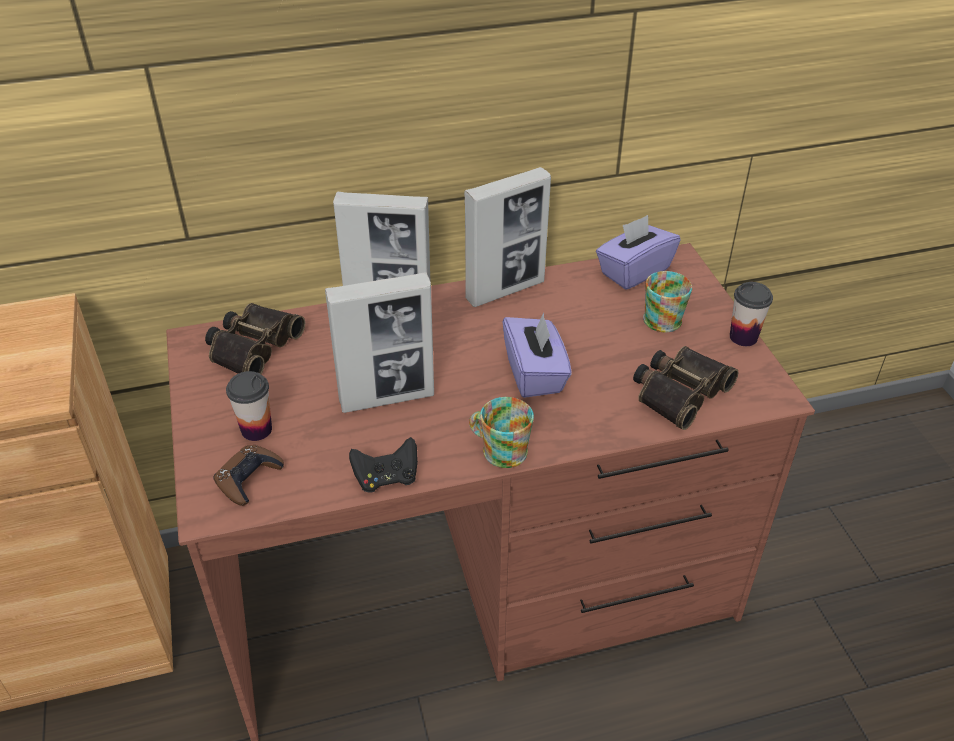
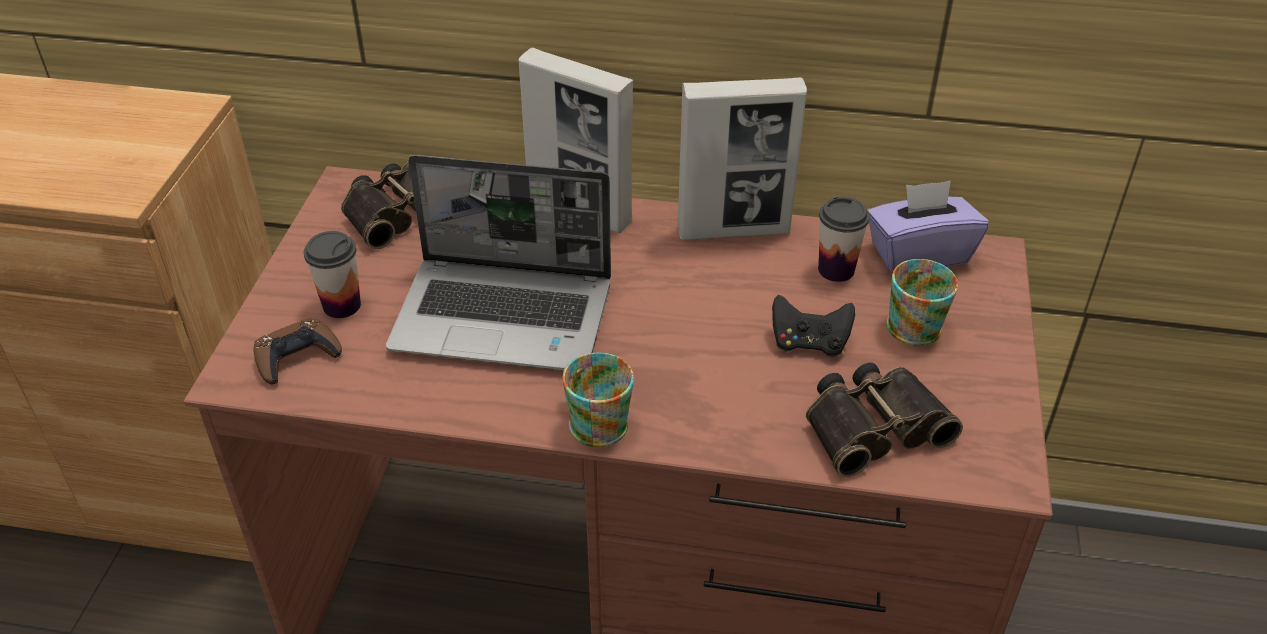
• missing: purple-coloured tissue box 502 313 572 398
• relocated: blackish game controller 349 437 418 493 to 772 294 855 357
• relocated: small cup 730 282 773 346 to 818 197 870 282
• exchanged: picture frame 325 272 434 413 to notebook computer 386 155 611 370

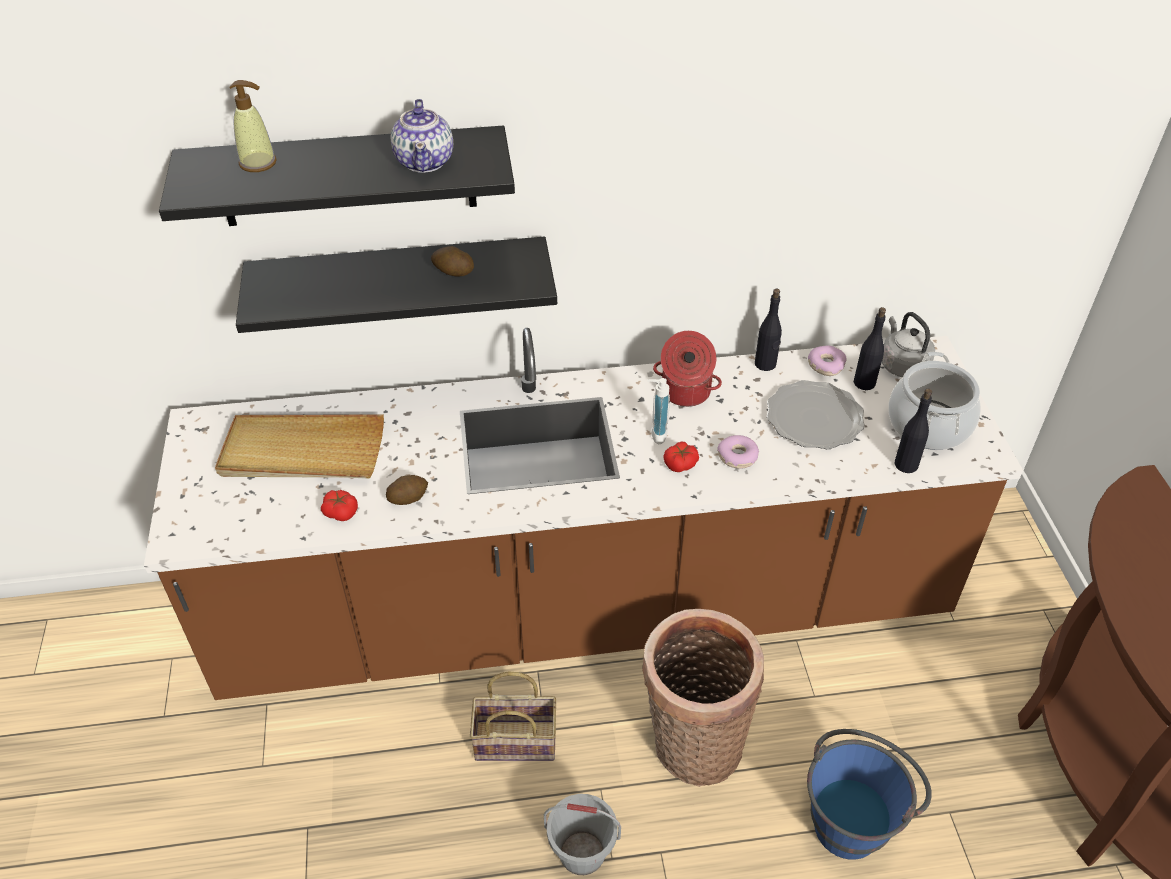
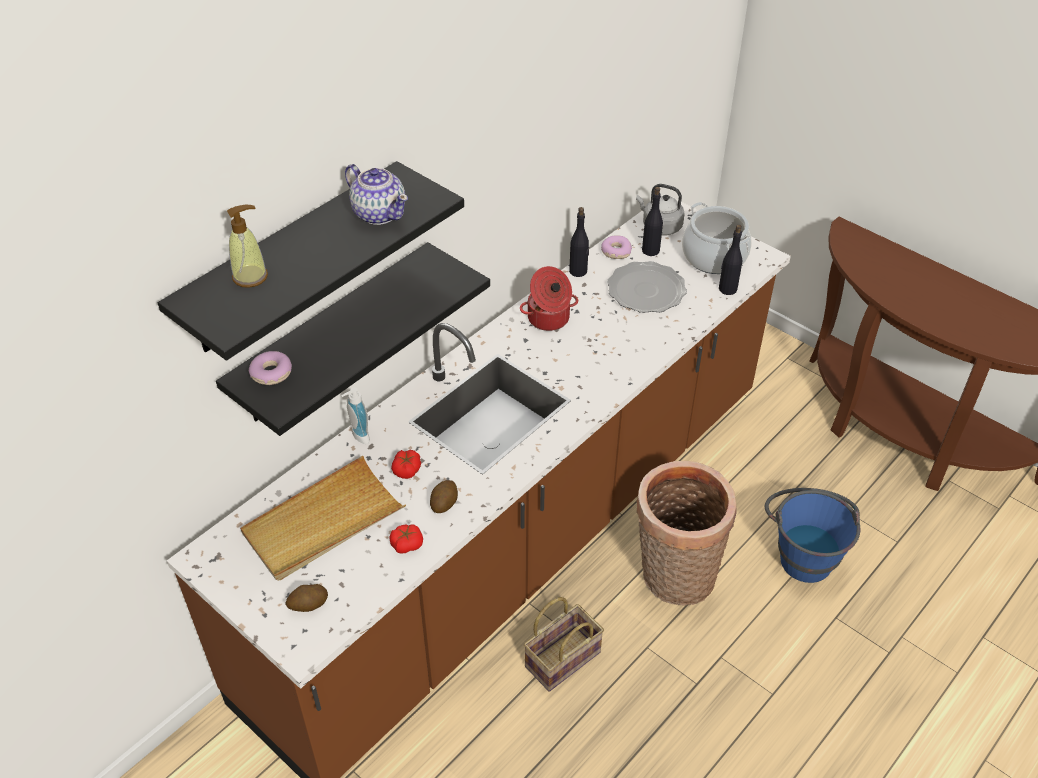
• missing: gray water bucket 544 794 621 875
• relocated: potato 431 246 474 277 to 285 584 328 612
• relocated: soap dispenser 647 378 670 444 to 341 387 370 444
• relocated: tomato 663 442 699 472 to 391 450 421 479
• relocated: ring doughnut 717 435 759 469 to 249 351 292 385

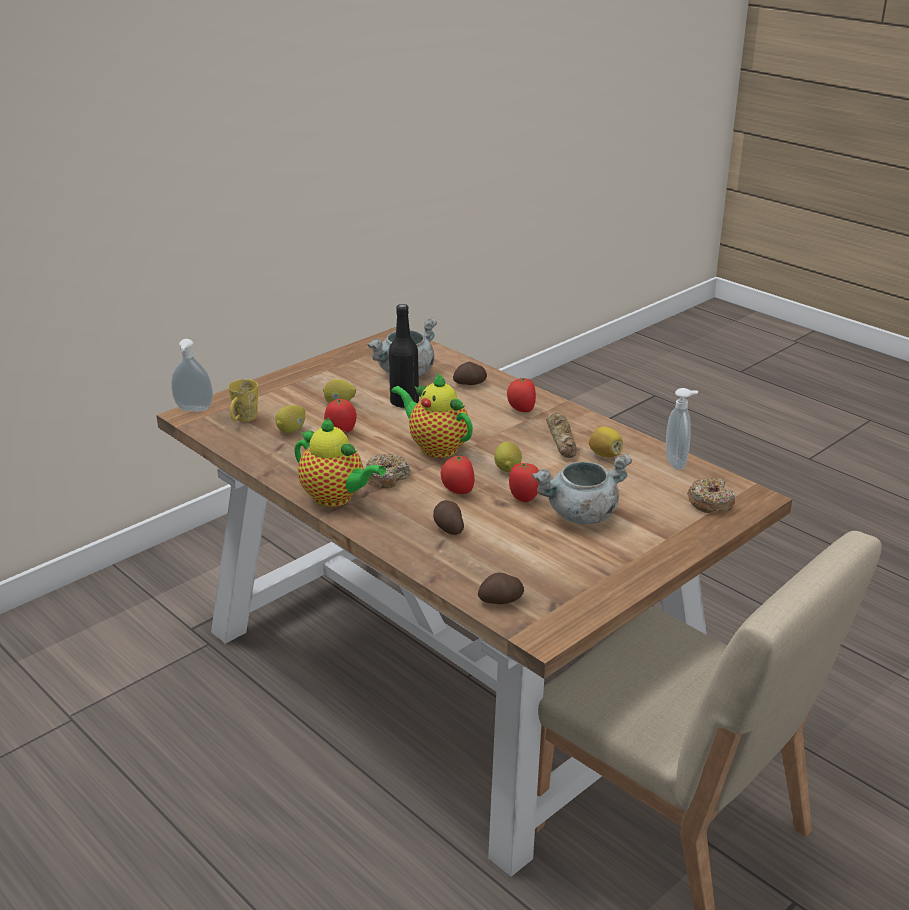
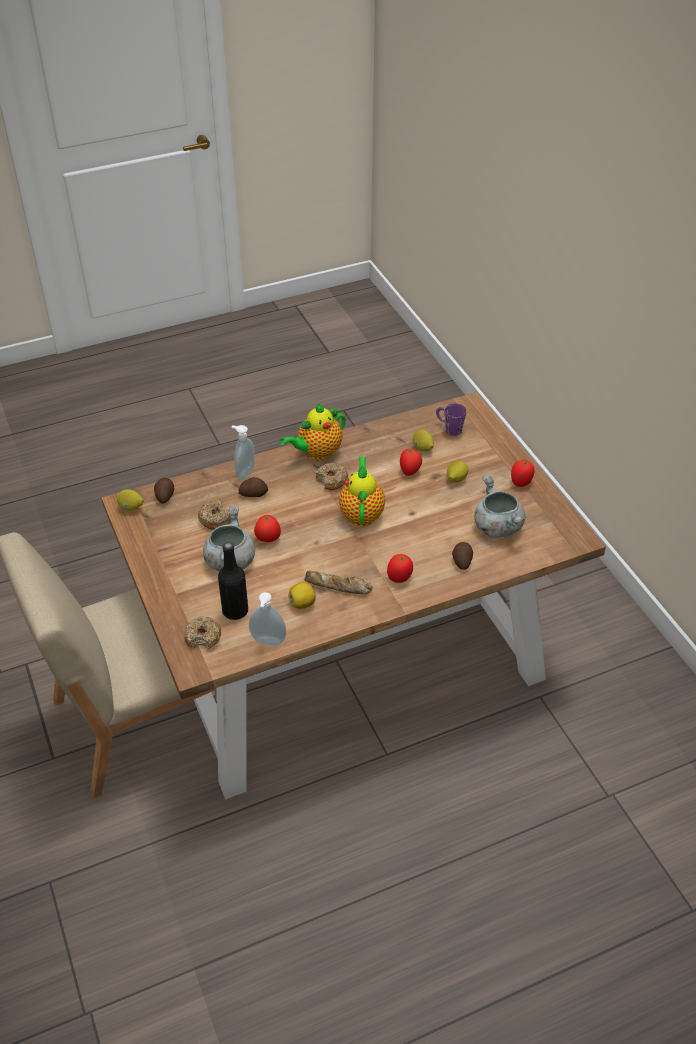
• appeared: ring doughnut 198 500 231 530
• relocated: soap dispenser 171 339 213 412 to 232 425 255 480
• relocated: blackish drink bottle 389 304 419 408 to 218 542 248 620
• relocated: tomato 441 455 474 494 to 511 460 534 487
• relocated: citrus fruit 494 442 522 472 to 117 489 144 511
• colour: yellow coffee mug 228 379 258 422 to purple-coloured coffee mug 436 403 467 436
• spun: pot for tea 391 373 473 458 = 339 457 385 526 60 degrees counterclockwise

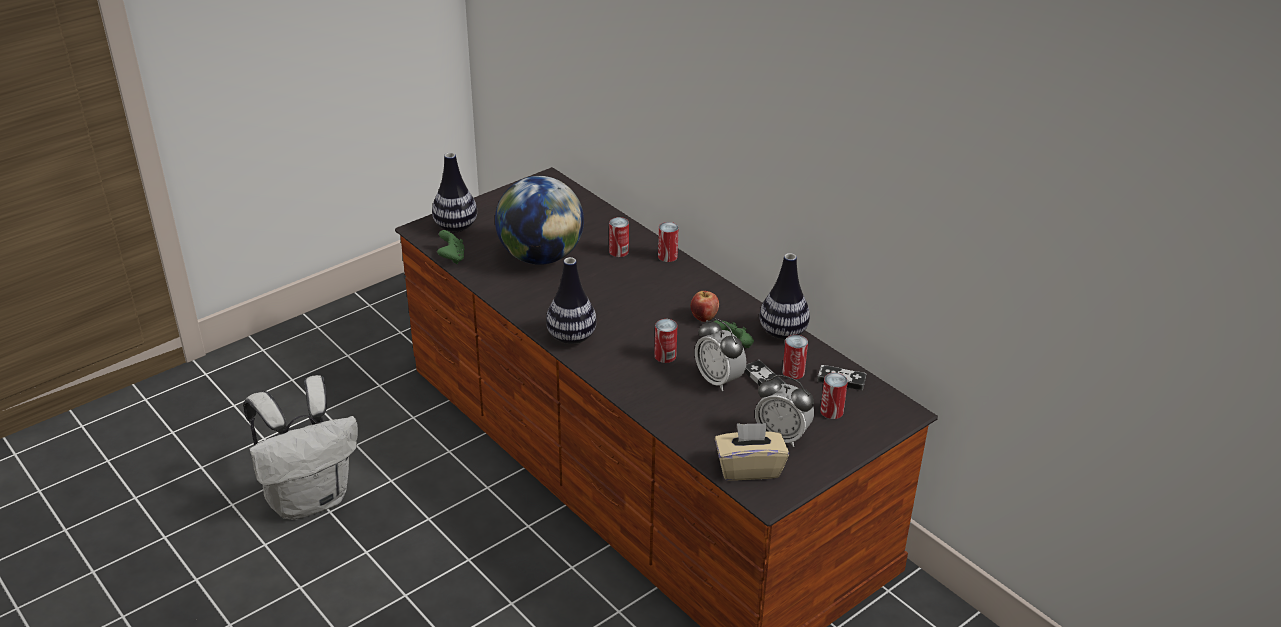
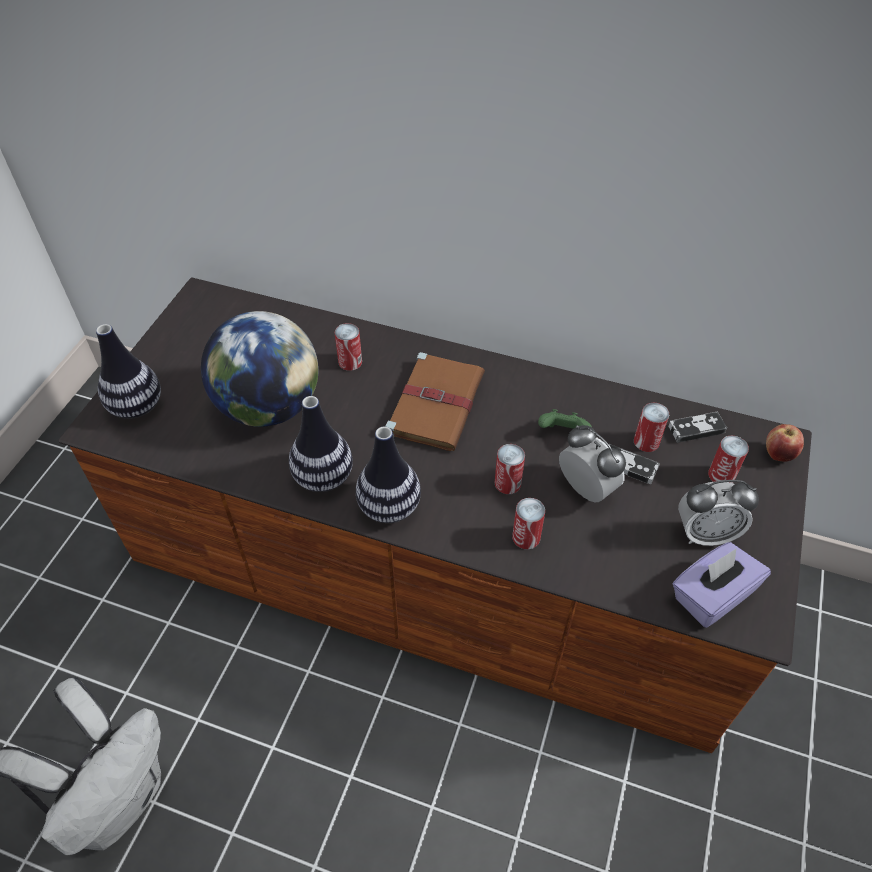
• missing: greenish game controller 437 230 465 264
• appeared: brownish volume 385 352 485 451
• relocated: metal can 658 222 679 262 to 512 498 545 549
• relocated: apple 691 291 719 322 to 766 424 804 462
• relocated: vase 759 253 810 339 to 289 396 353 492
• colour: beige tissue box 715 423 789 481 to purple-coloured tissue box 672 542 771 628
• spun: bedside clock 695 318 746 391 = 559 425 626 502 150 degrees counterclockwise

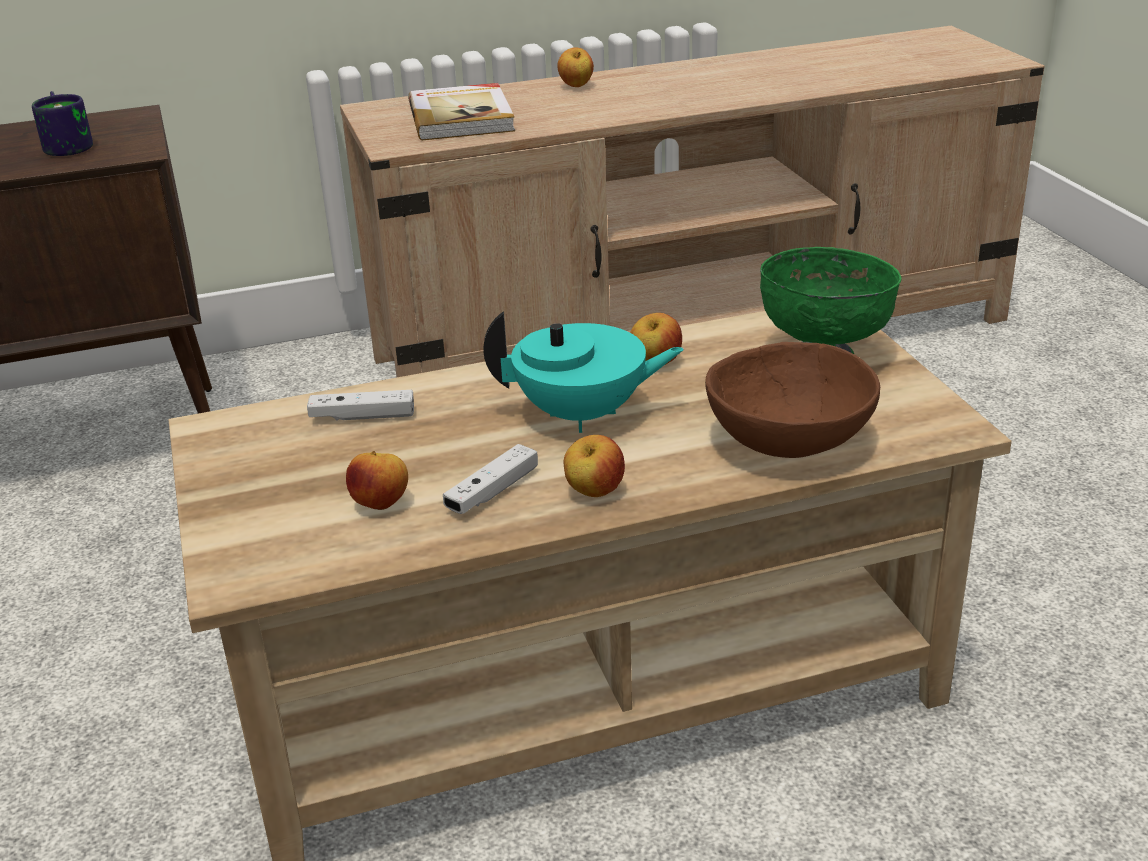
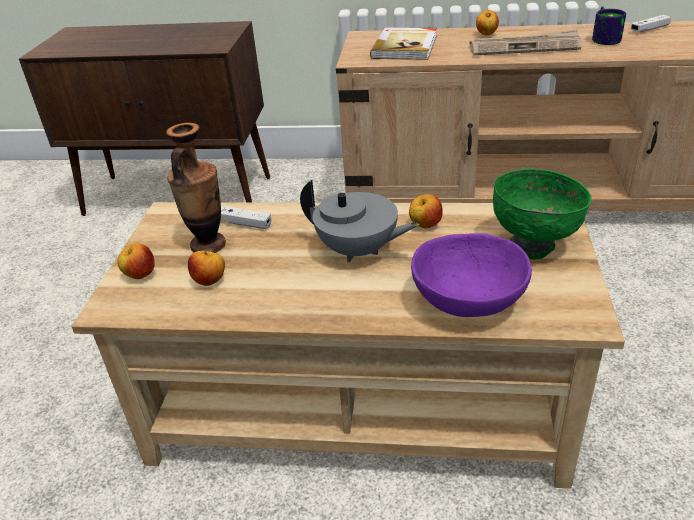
• appeared: vase 166 123 226 253
• appeared: daily paper 470 29 582 56
• relocated: coffee mug 32 91 93 156 to 592 6 626 45
• relocated: white game controller 443 444 538 514 to 631 15 671 32
• relocated: apple 564 435 625 497 to 117 243 155 279
• colour: turquoise-coloured pot for tea 483 311 684 433 to gray pot for tea 300 180 419 263
• colour: brownish bowl 705 342 880 458 to purple-coloured bowl 411 233 532 317

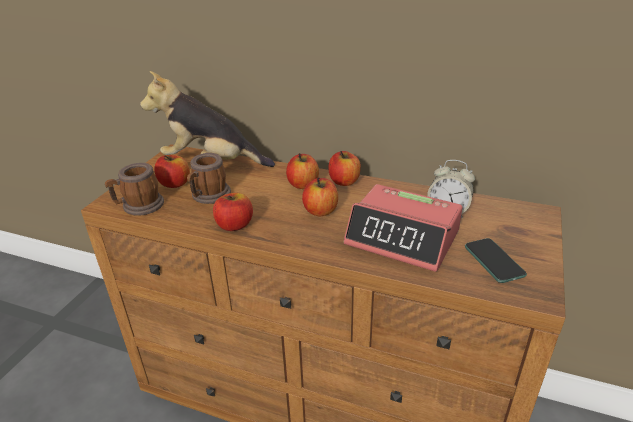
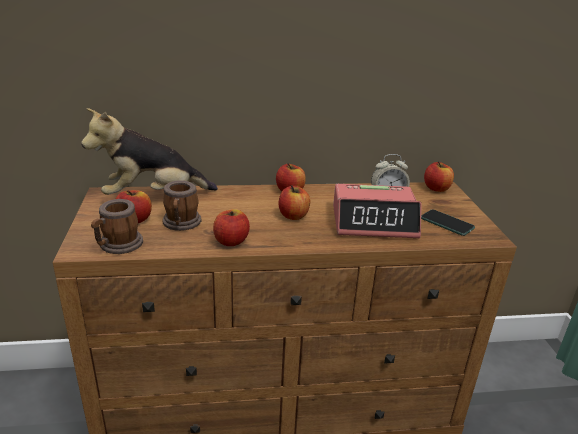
• relocated: apple 286 153 319 189 to 424 161 454 192

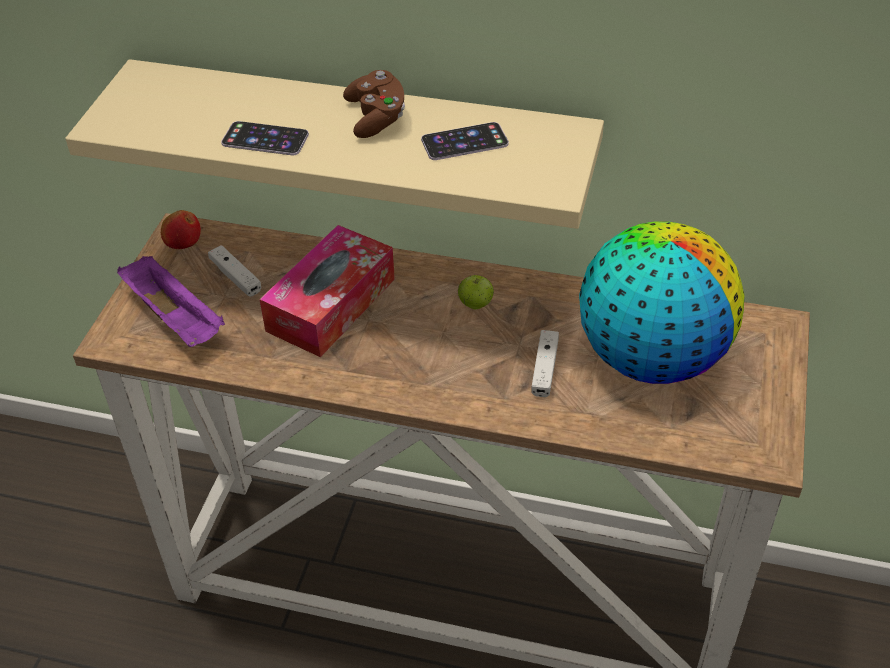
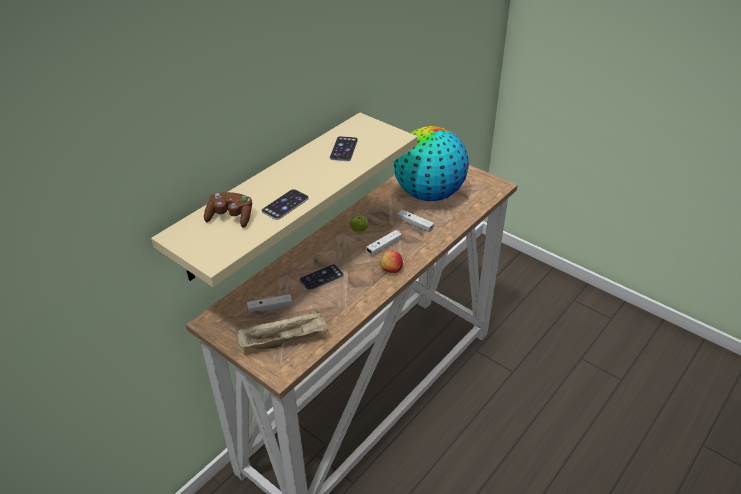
• appeared: white game controller 366 230 402 254
• relocated: apple 161 210 201 249 to 380 250 403 273
• relocated: brownish game controller 343 70 405 138 to 204 192 252 228
• exchanged: tissue box 259 225 395 357 to telephone 299 264 344 291
• colour: purple-coloured serving tray 117 256 225 347 to beige serving tray 236 310 328 349

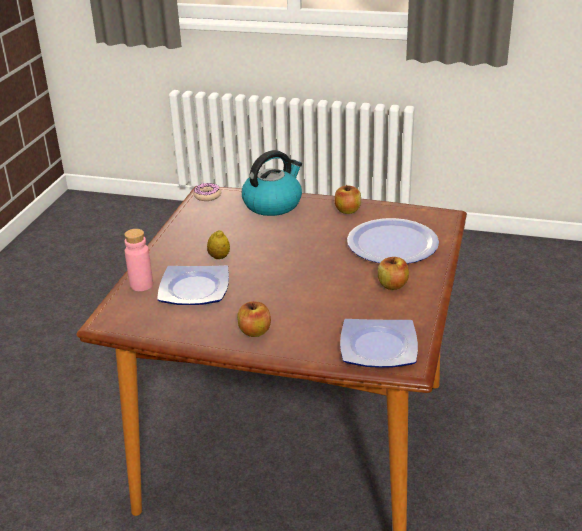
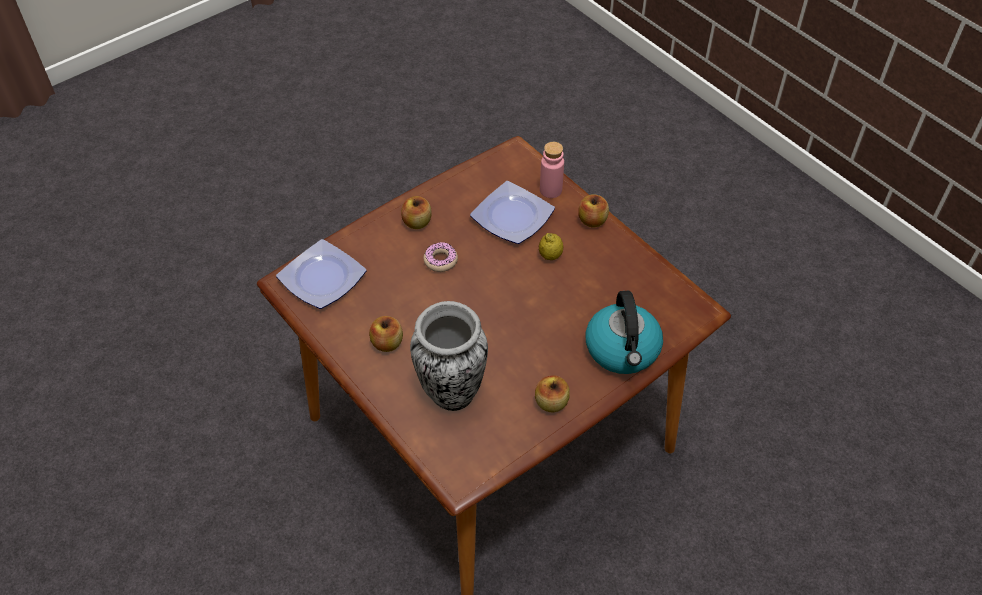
• appeared: apple 578 194 609 227
• relocated: ring doughnut 193 183 221 201 to 423 242 458 272
• exchanged: dinner plate 347 218 439 264 to vase 410 301 488 411

